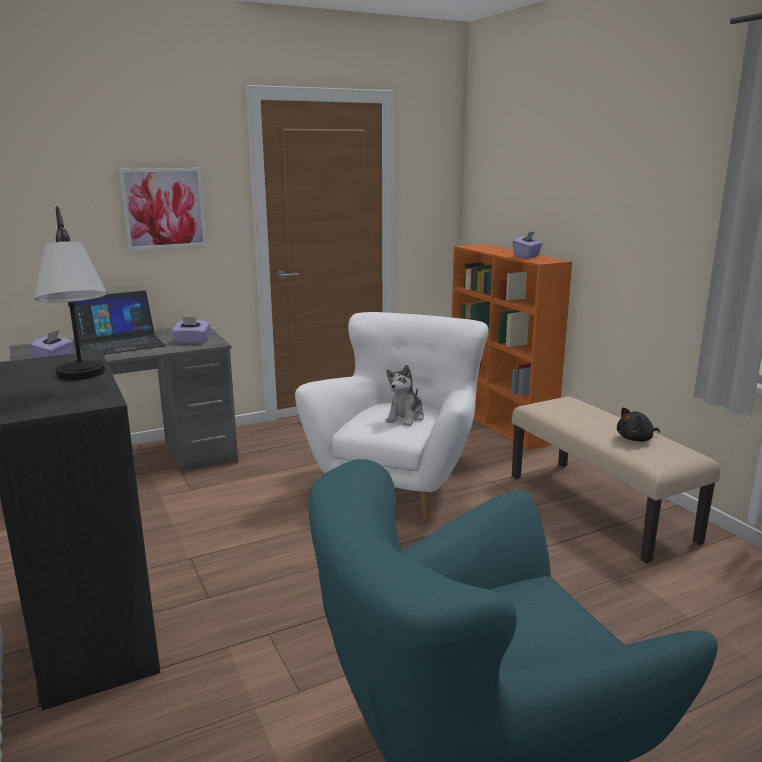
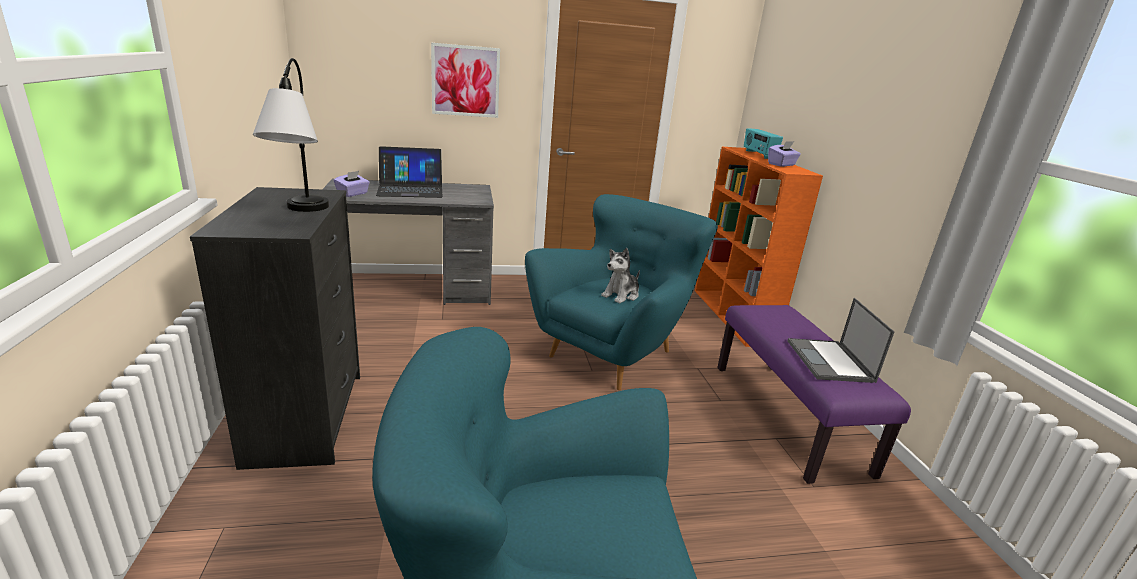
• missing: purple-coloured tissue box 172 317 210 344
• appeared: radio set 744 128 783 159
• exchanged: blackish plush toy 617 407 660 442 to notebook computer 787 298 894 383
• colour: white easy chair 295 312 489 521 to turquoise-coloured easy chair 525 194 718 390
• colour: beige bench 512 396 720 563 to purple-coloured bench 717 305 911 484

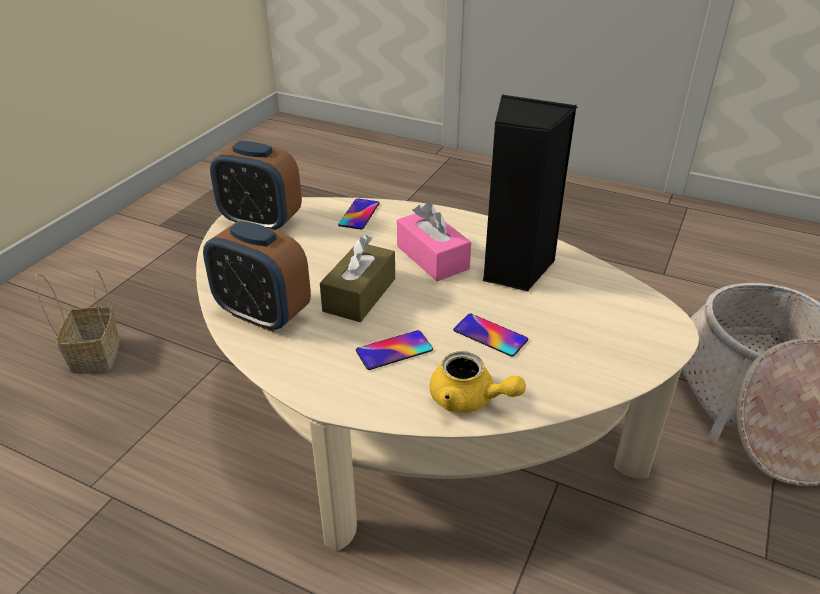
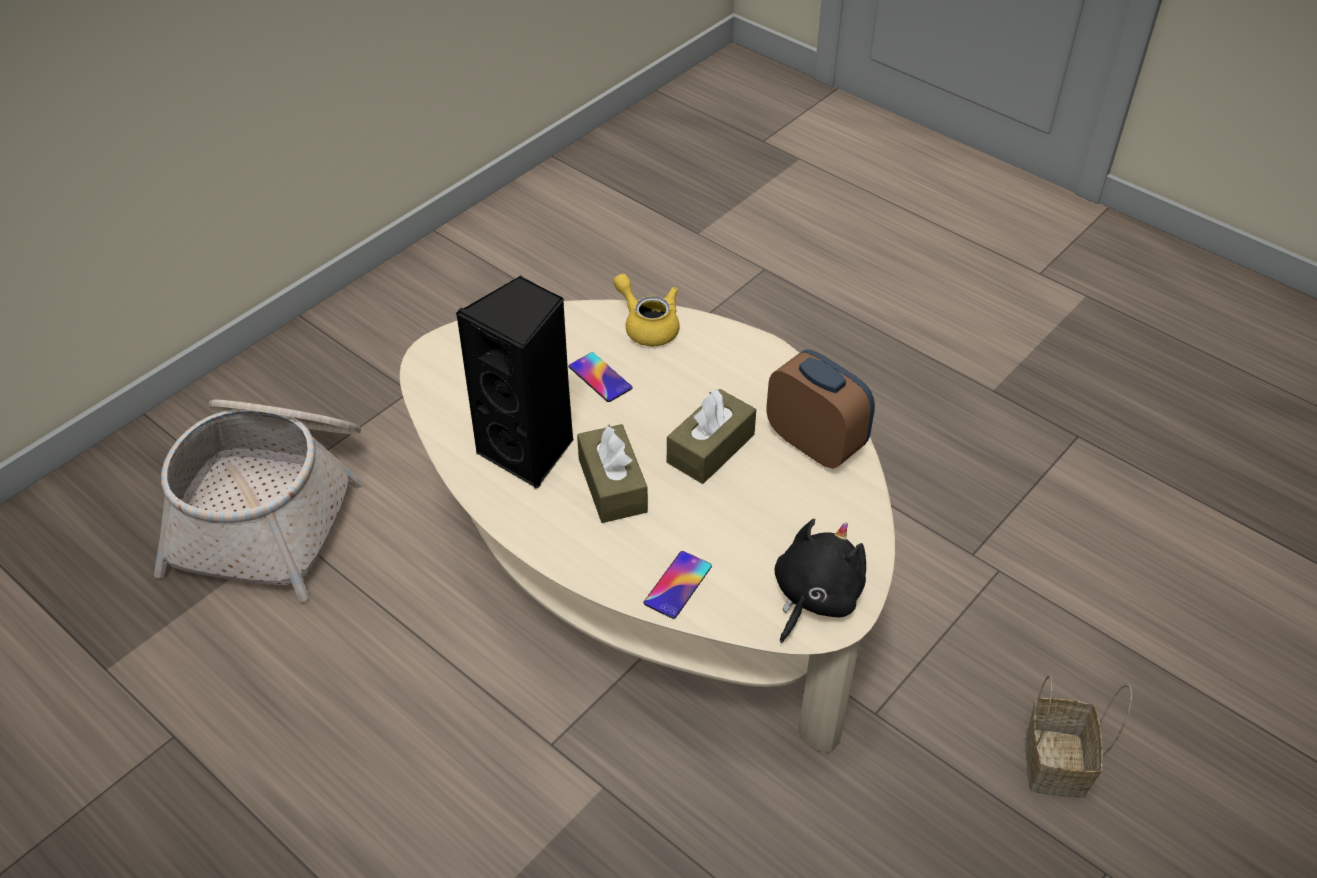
• missing: telephone 356 330 433 370
• exchanged: bedside clock 210 141 302 230 to blackish plush toy 775 519 866 643
• colour: pink tissue box 397 202 471 281 to brownish tissue box 577 424 648 523

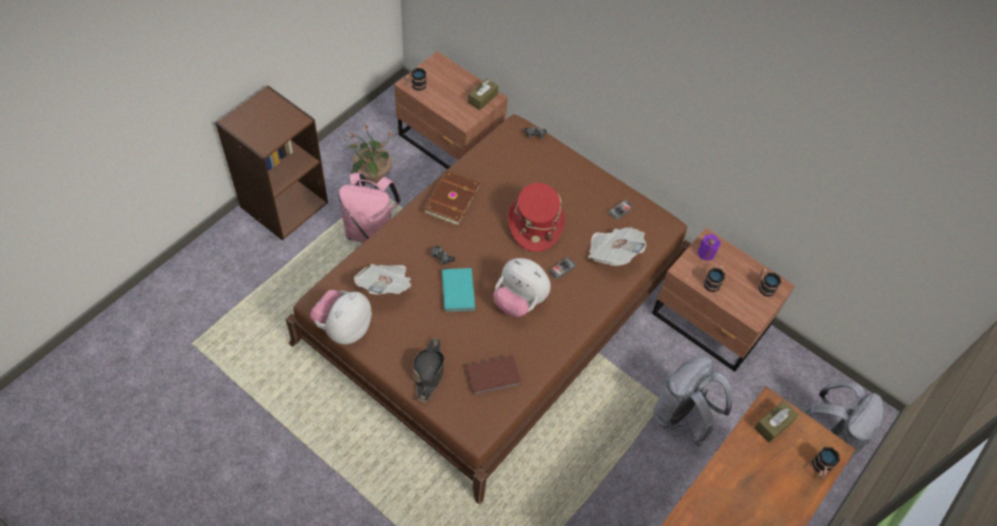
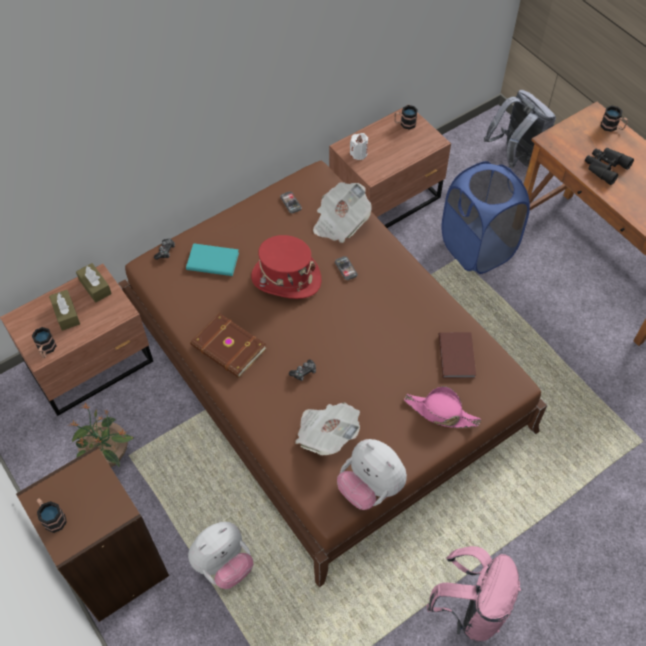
• appeared: blackish binoculars 585 148 634 185
• relocated: pink knapsack 338 172 401 243 to 426 546 521 642
• relocated: turquoise-coloured volume 442 268 475 312 to 186 243 239 276
• relocated: plush toy 493 258 551 317 to 188 522 253 589
• relocated: coffee mug 704 265 725 292 to 36 498 67 533
• relocated: brownish tissue box 754 400 799 443 to 49 290 80 331
• exchanged: gray knapsack 654 356 732 446 to blue-coloured washing basket 441 161 530 274
• colour: blackish clothing hat 413 337 445 403 to pink clothing hat 404 386 481 428
• colour: purple-coloured candle 698 234 721 261 to white candle 350 133 368 160

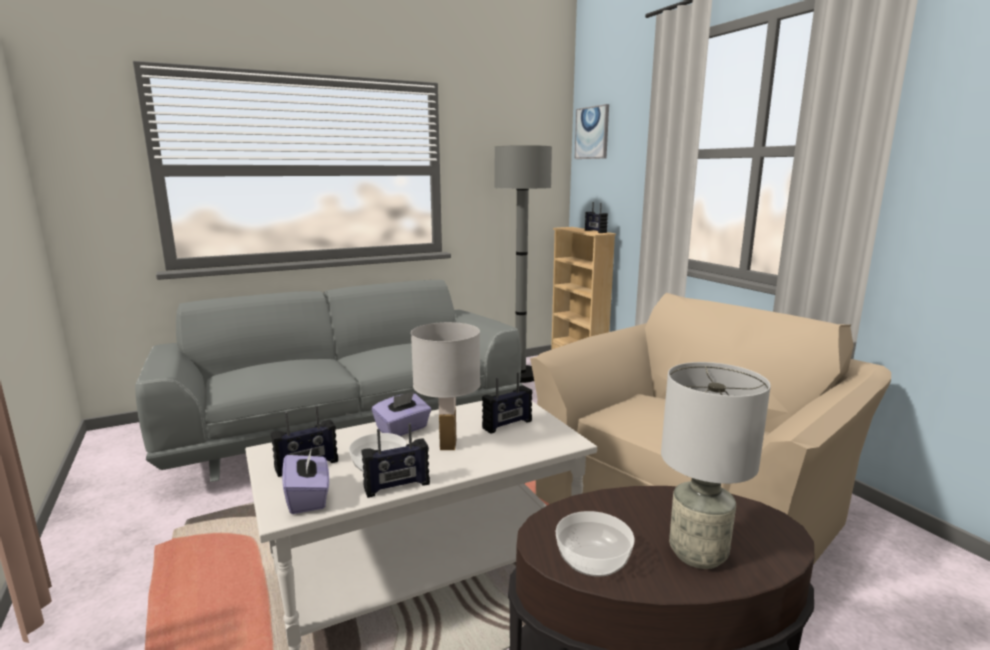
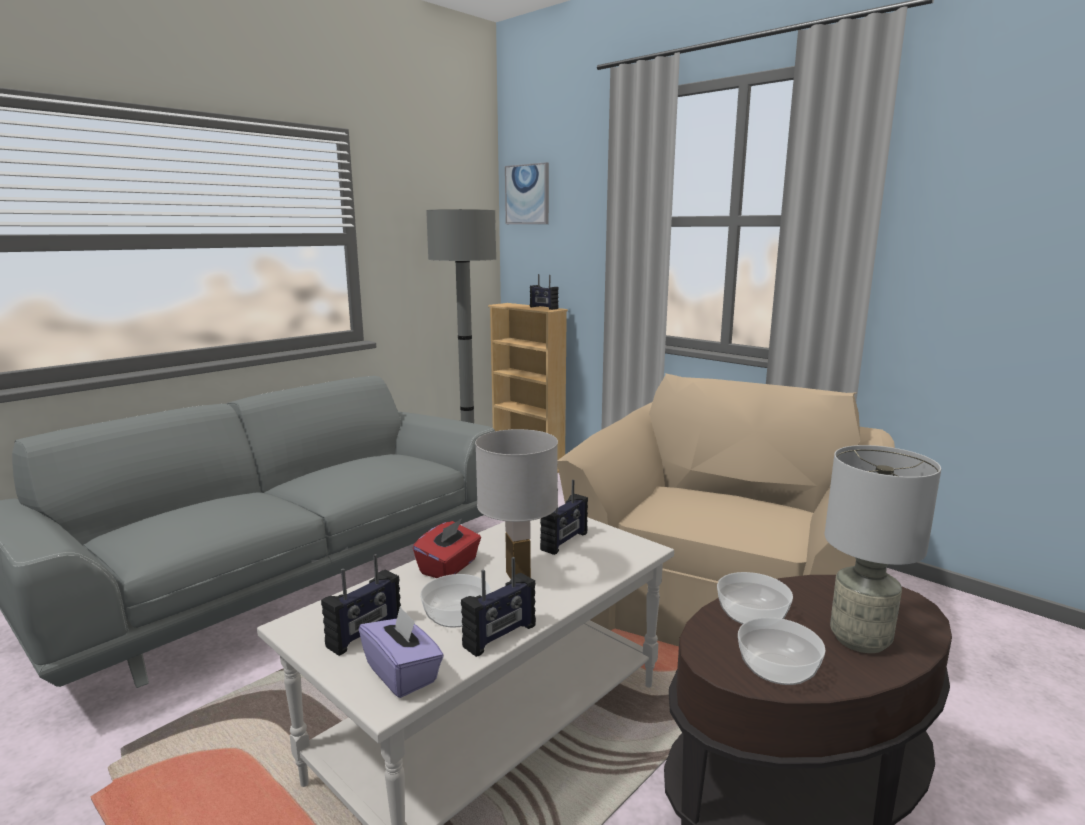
• appeared: bowl 717 572 793 624
• colour: purple-coloured tissue box 372 392 431 436 to red-coloured tissue box 413 519 481 578

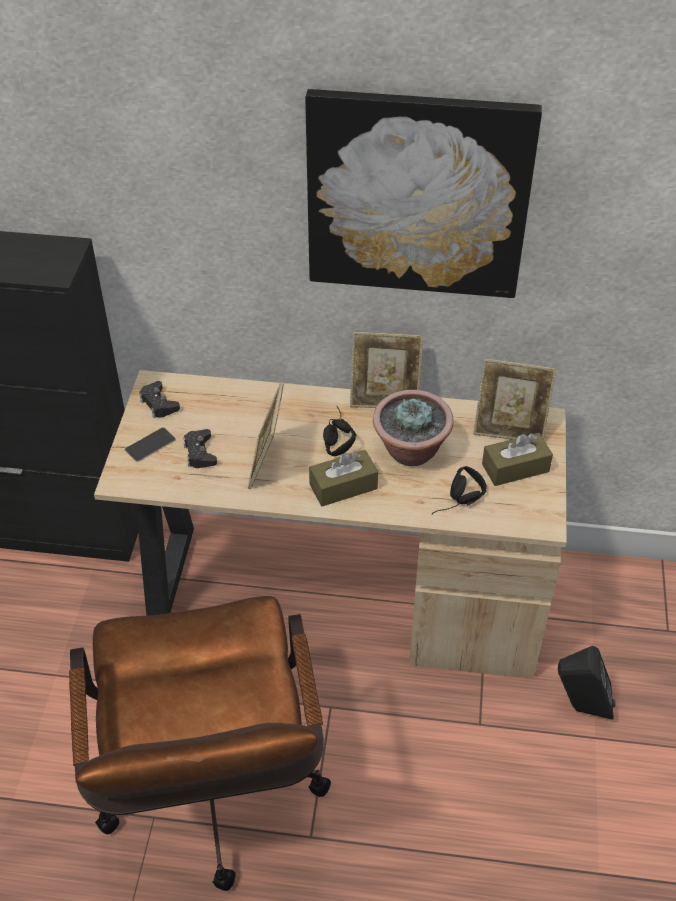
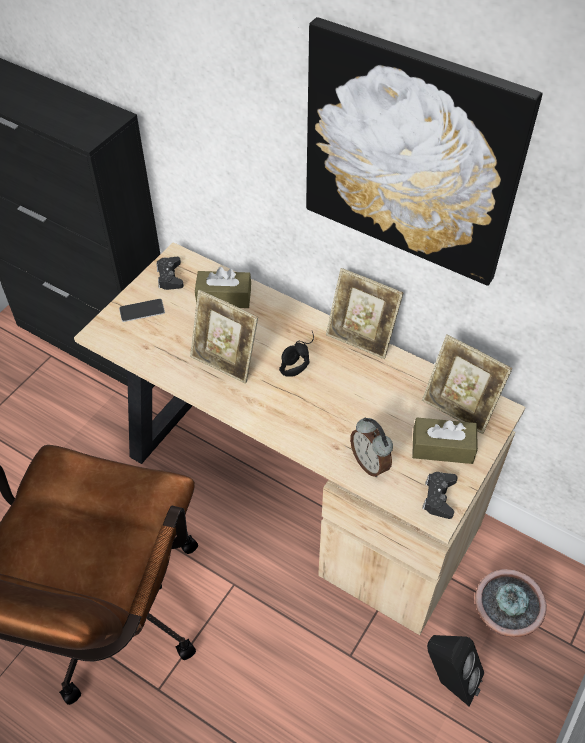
• relocated: blackish game controller 183 429 217 468 to 422 472 458 519
• relocated: brownish tissue box 309 450 378 506 to 195 267 251 308
• relocated: houseplant 373 390 453 466 to 475 569 547 637
• exchanged: blackish headset 432 466 487 514 to bedside clock 350 417 393 477
• spun: picture frame 248 382 284 489 = 190 290 258 384 90 degrees counterclockwise

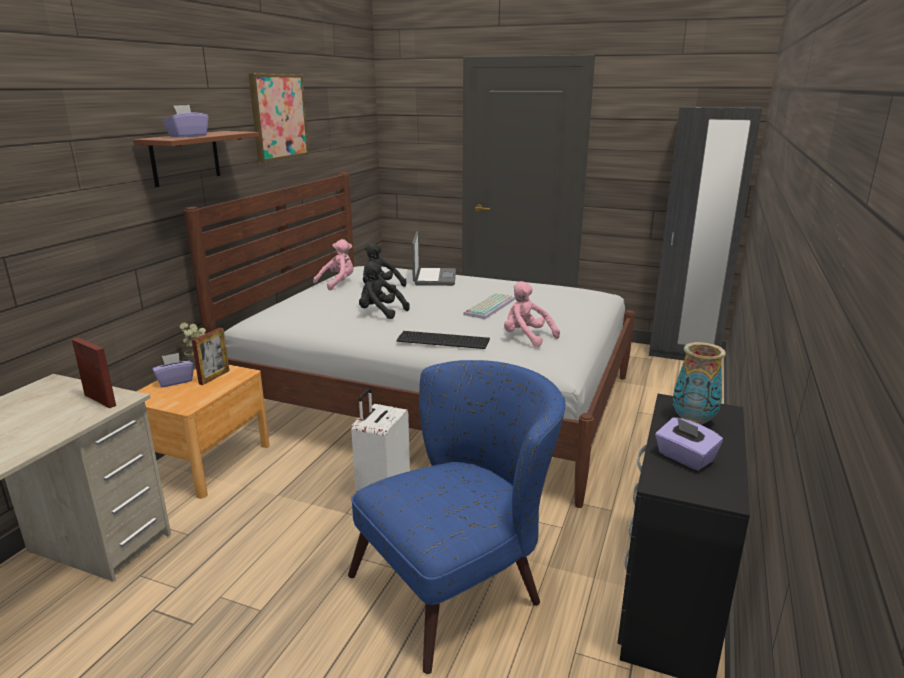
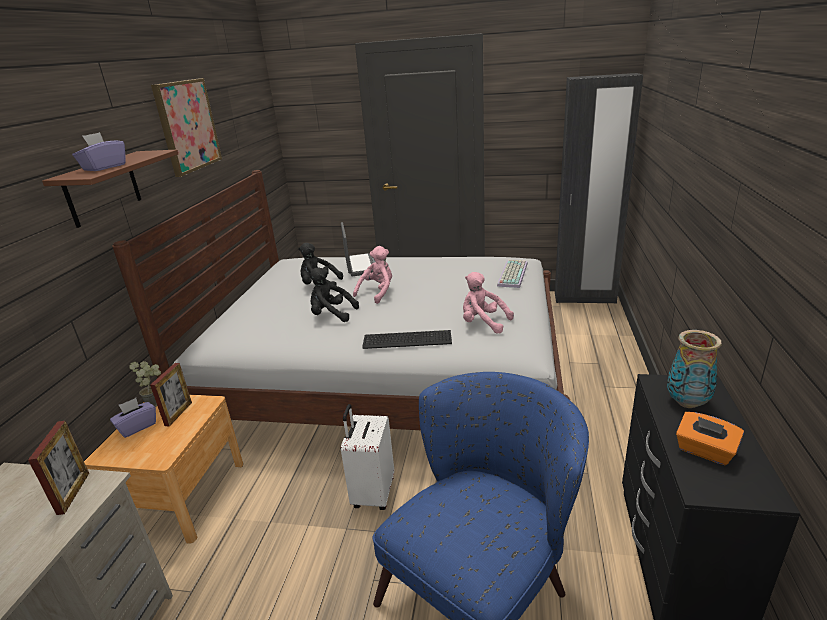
• relocated: pink plush toy 313 239 354 290 to 353 246 392 304
• relocated: PC keyboard 463 293 515 319 to 497 260 528 288
• colour: purple-coloured tissue box 655 417 723 471 to orange tissue box 676 412 744 465
• spun: picture frame 71 337 116 408 = 28 421 89 515 60 degrees clockwise

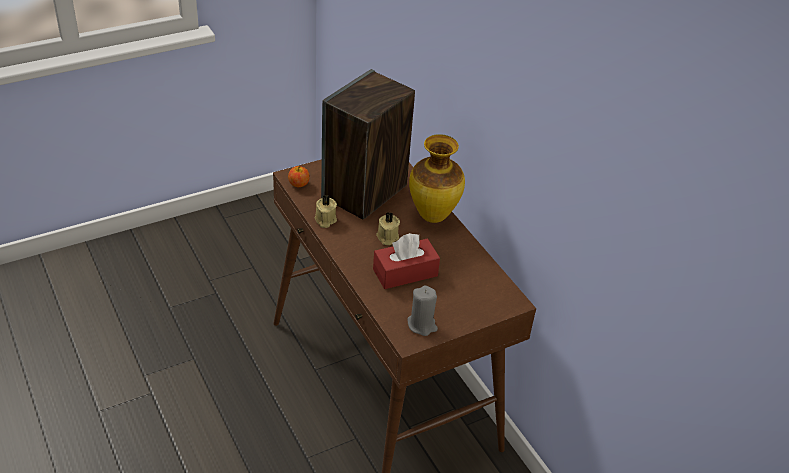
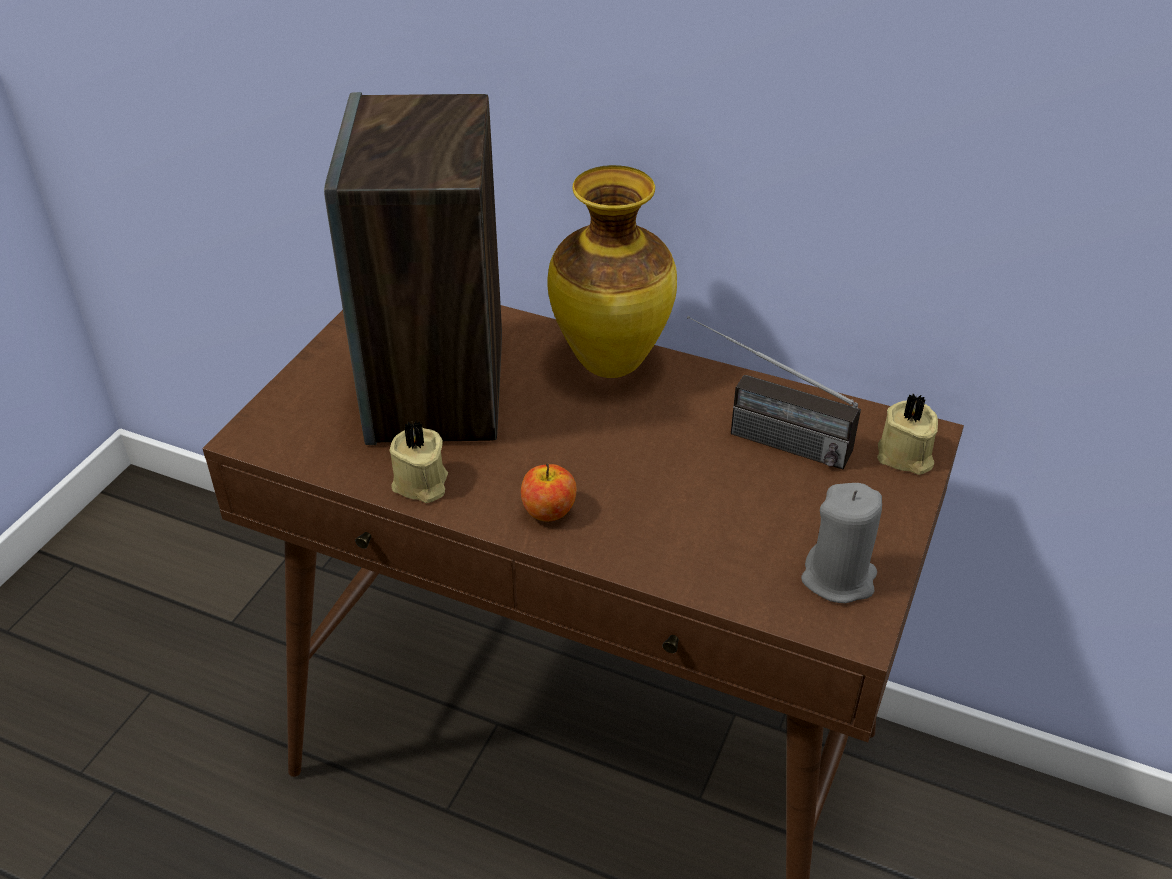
• missing: red-coloured tissue box 373 233 440 289
• appeared: radio set 687 316 861 469
• relocated: apple 288 165 310 187 to 521 463 577 522
• relocated: beige candle 376 212 400 245 to 877 394 938 475

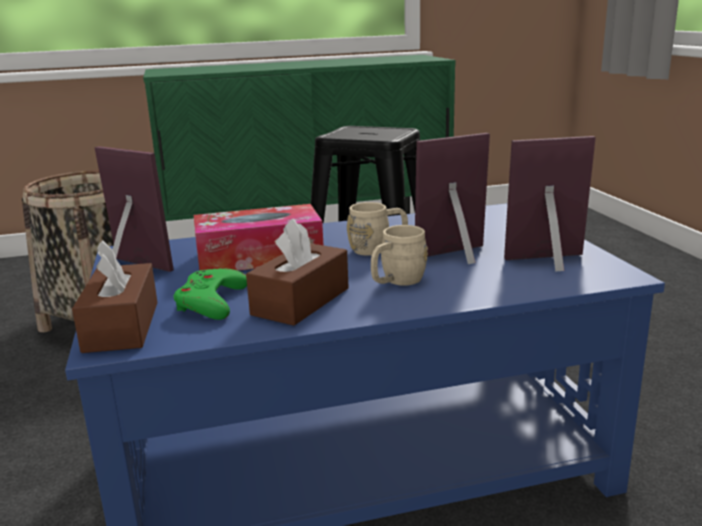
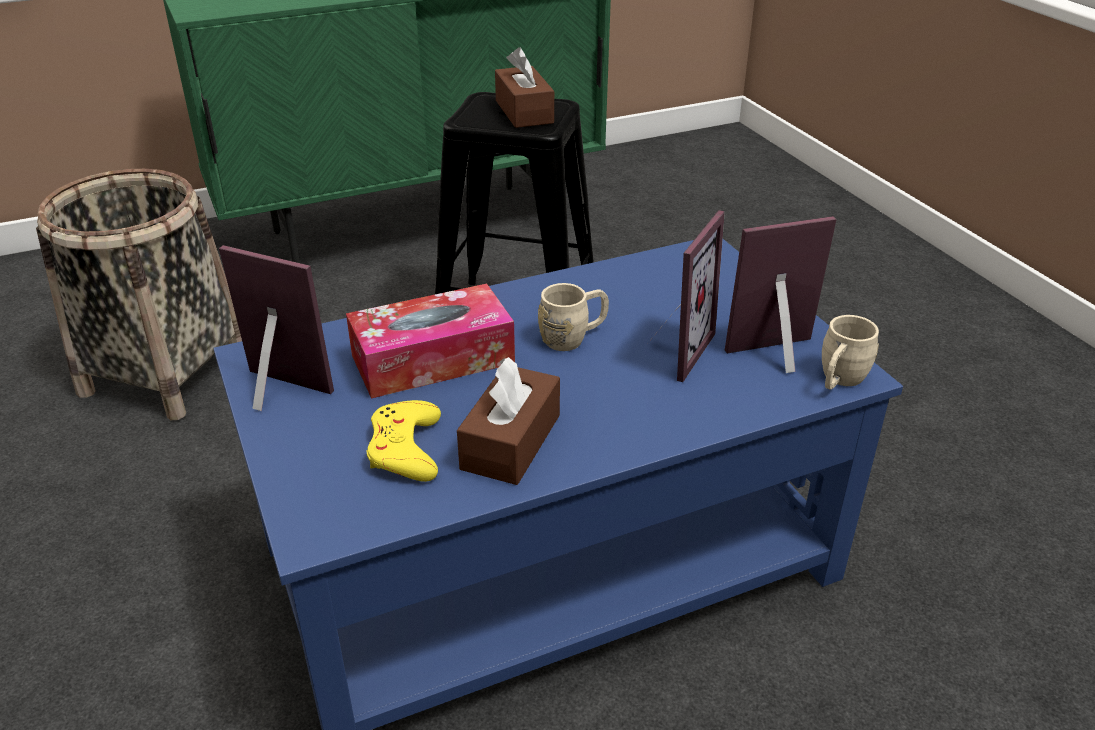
• relocated: brownish tissue box 72 240 157 353 to 495 47 554 128
• relocated: beige coffee mug 371 225 428 286 to 822 315 879 390
• colour: greenish game controller 173 269 247 320 to yellow game controller 367 400 441 482
• spun: picture frame 415 133 490 264 = 652 210 725 382 150 degrees clockwise

